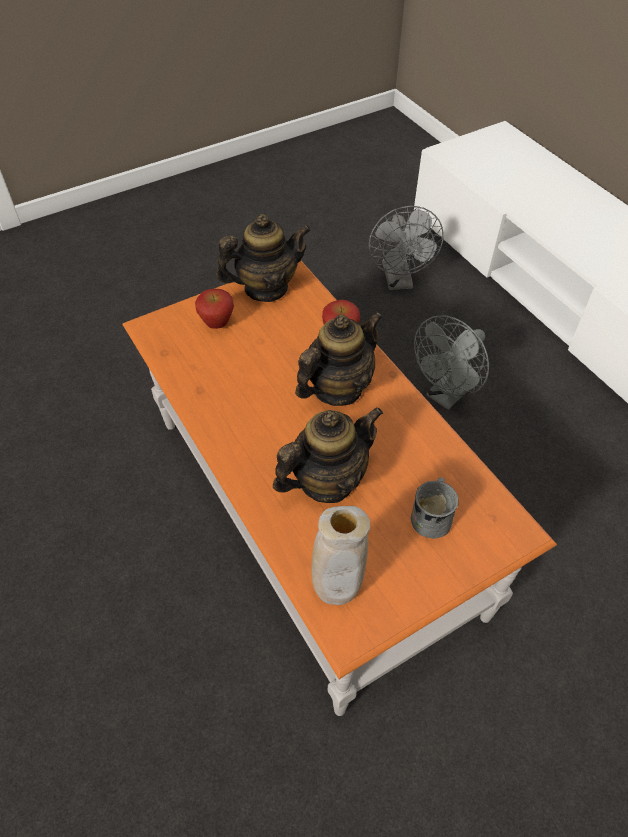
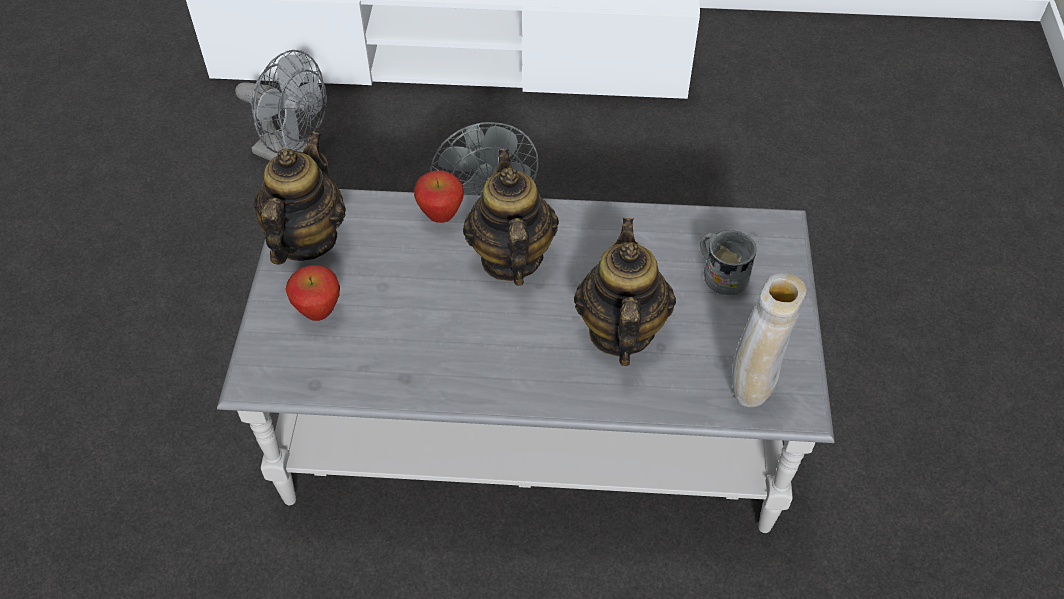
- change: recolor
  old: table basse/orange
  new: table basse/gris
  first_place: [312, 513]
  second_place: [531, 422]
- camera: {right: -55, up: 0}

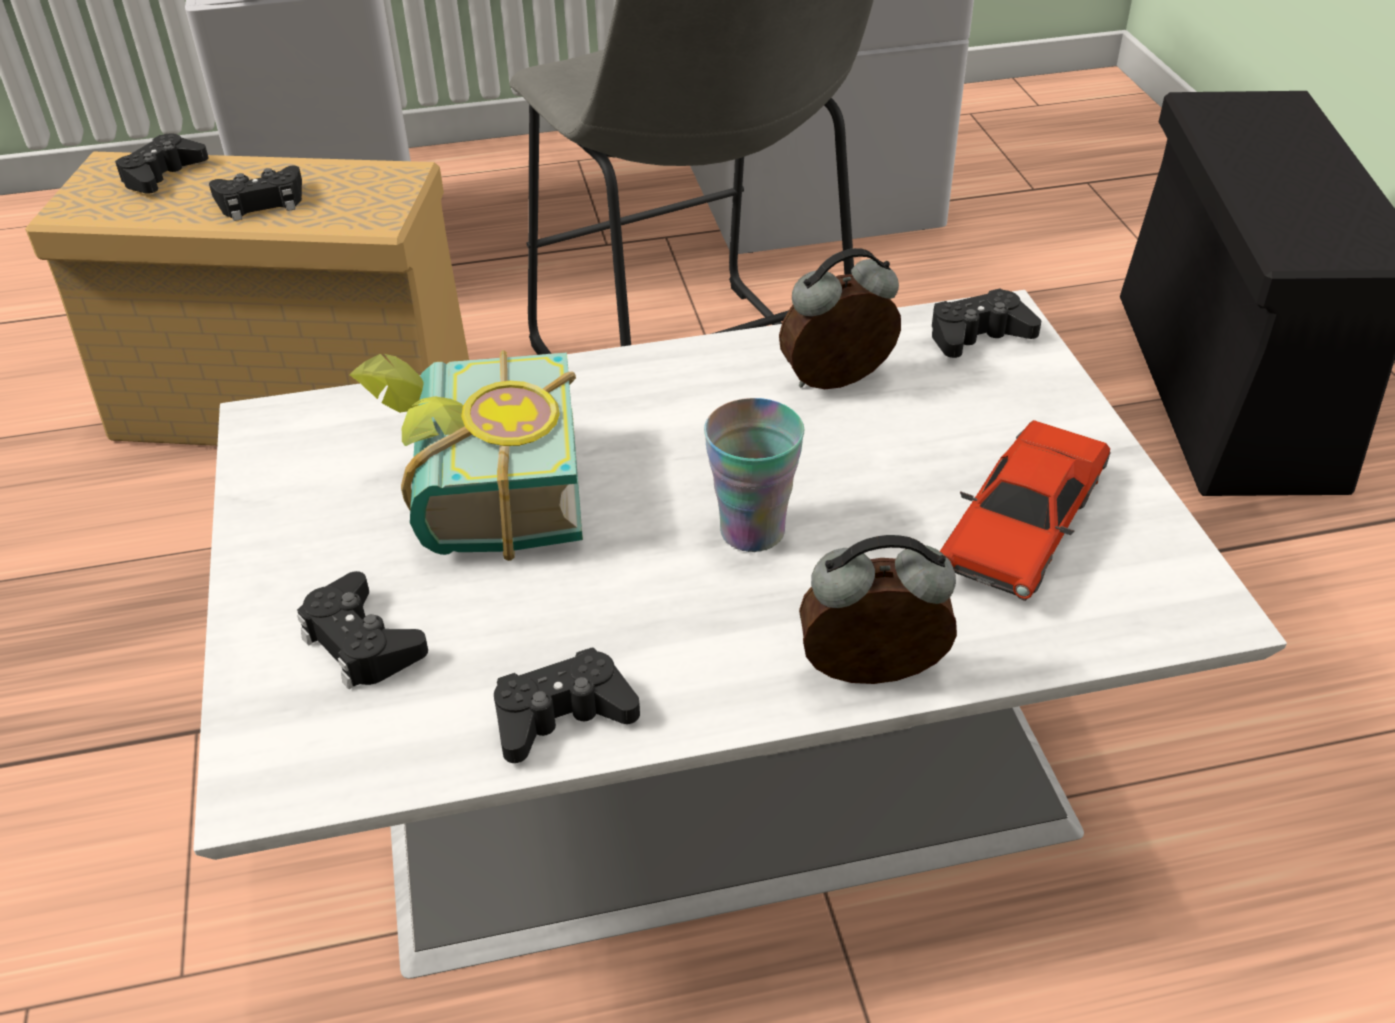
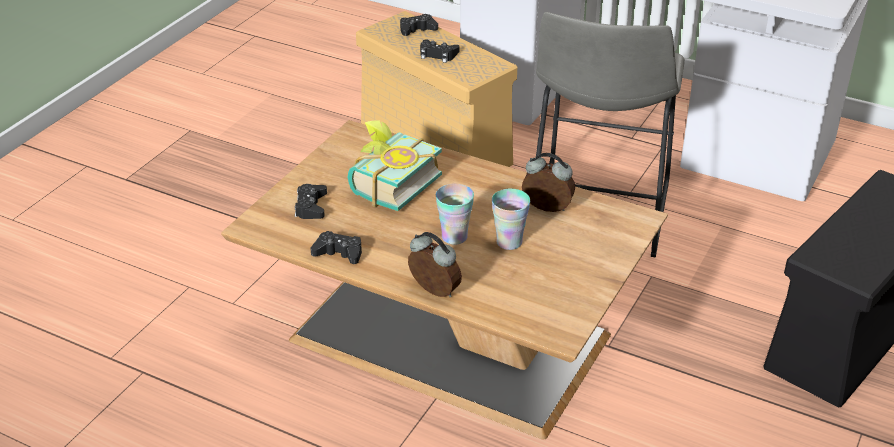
- change: recolor
  old: table basse/blanc
  new: table basse/marron
  first_place: [698, 751]
  second_place: [444, 335]
- change: insert
  new: tasse
  second_place: [509, 242]
- change: delete
  old: manette/noir
  first_place: [978, 335]
- change: delete
  old: petite voiture/rouge
  first_place: [1023, 527]
- camera: {right: 40, up: -5}

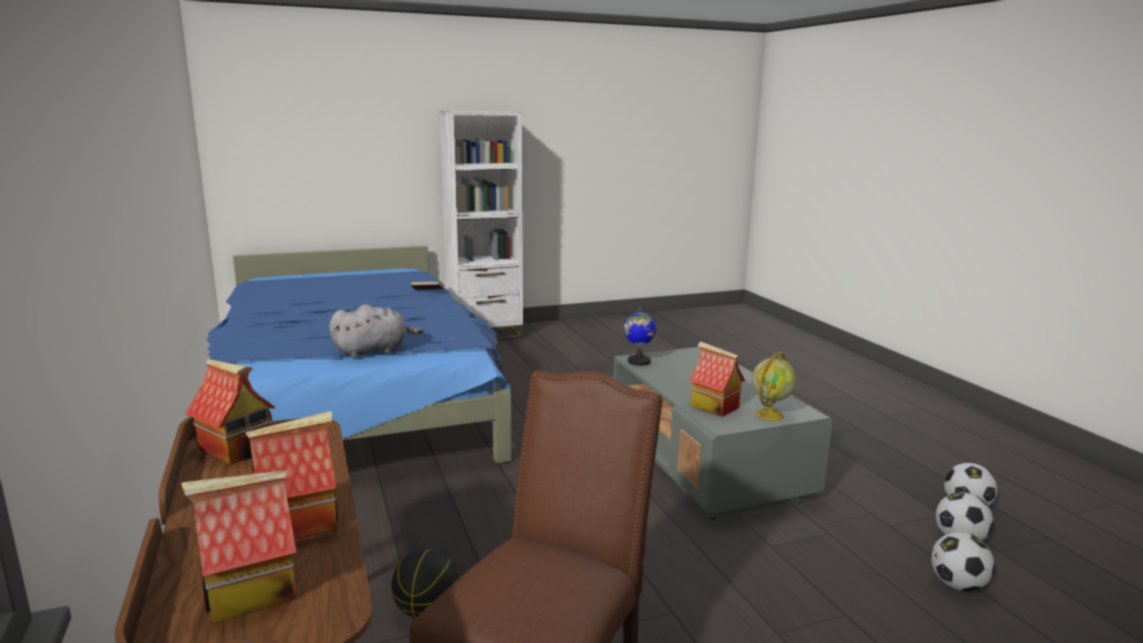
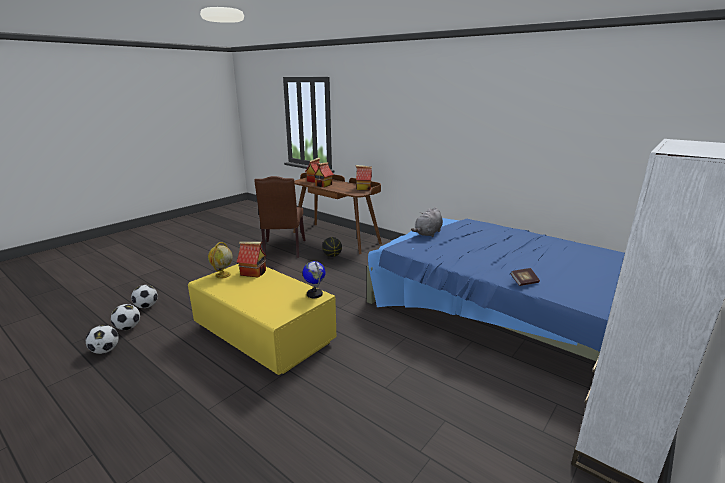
- change: recolor
  old: table basse/gris
  new: table basse/jaune
  first_place: [706, 462]
  second_place: [264, 335]
- camera: {right: 150, up: 5}

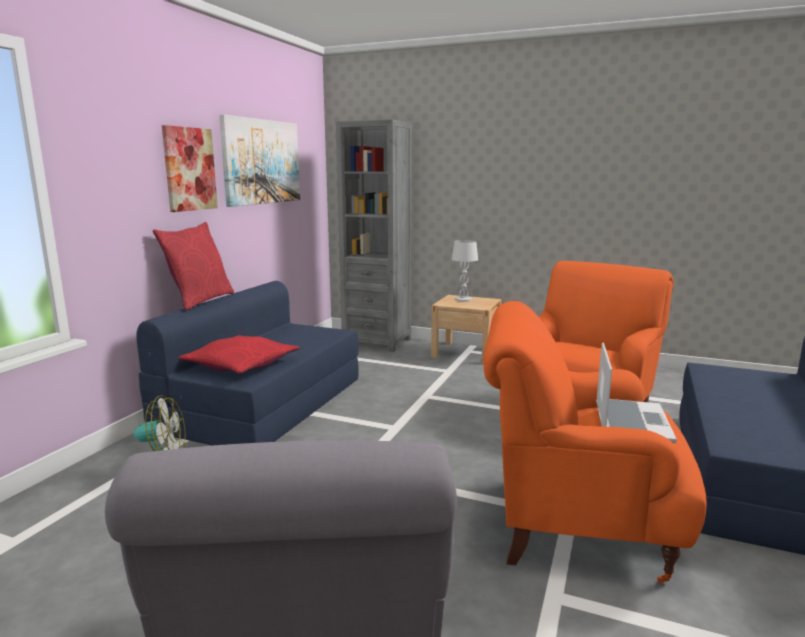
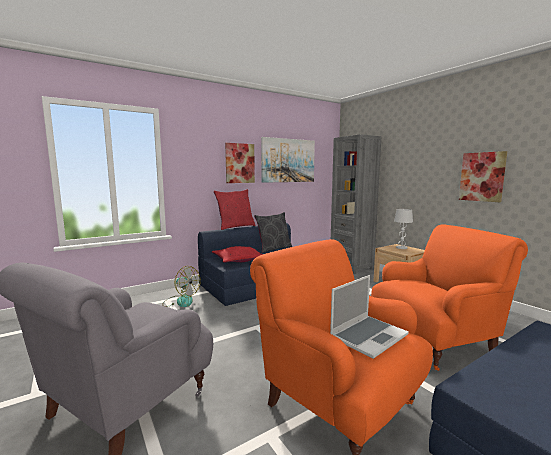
- change: insert
  new: coussin/gris
  second_place: [273, 249]
- change: insert
  new: tableau
  second_place: [482, 176]
- camera: {right: 35, up: -5}

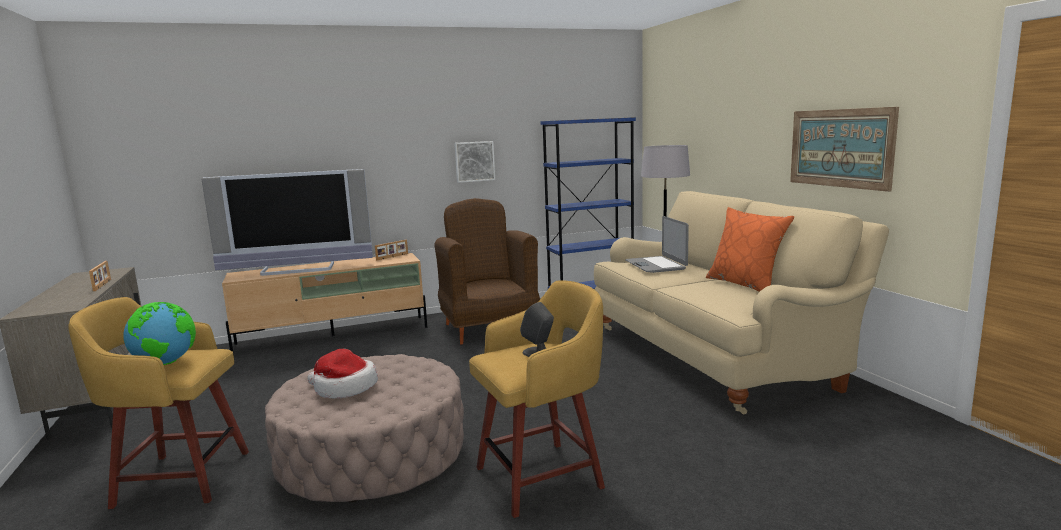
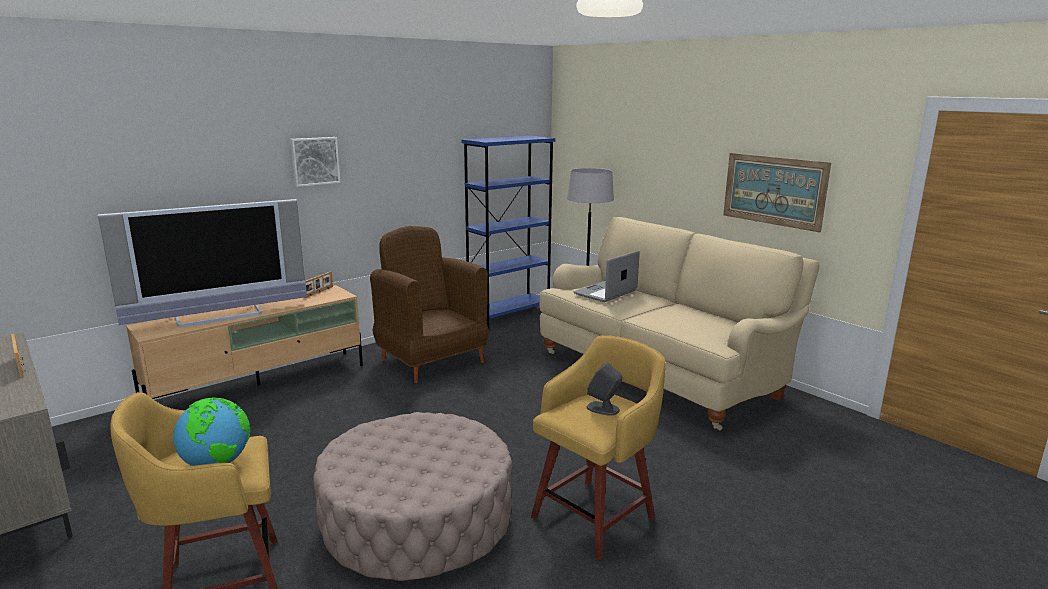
- change: move
  old: tableau
  first_place: [474, 161]
  second_place: [314, 161]
- change: rotate
  old: ordinateur portable
  first_place: [656, 265]
  second_place: [606, 293]
  degrees: 75
- change: delete
  old: chapeau
  first_place: [344, 388]
- change: delete
  old: coussin/orange
  first_place: [745, 284]
- camera: {right: -20, up: 5}

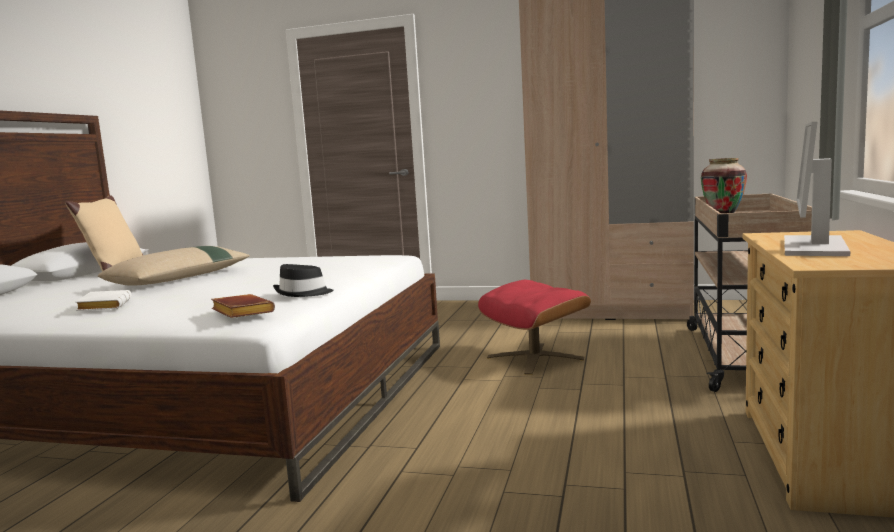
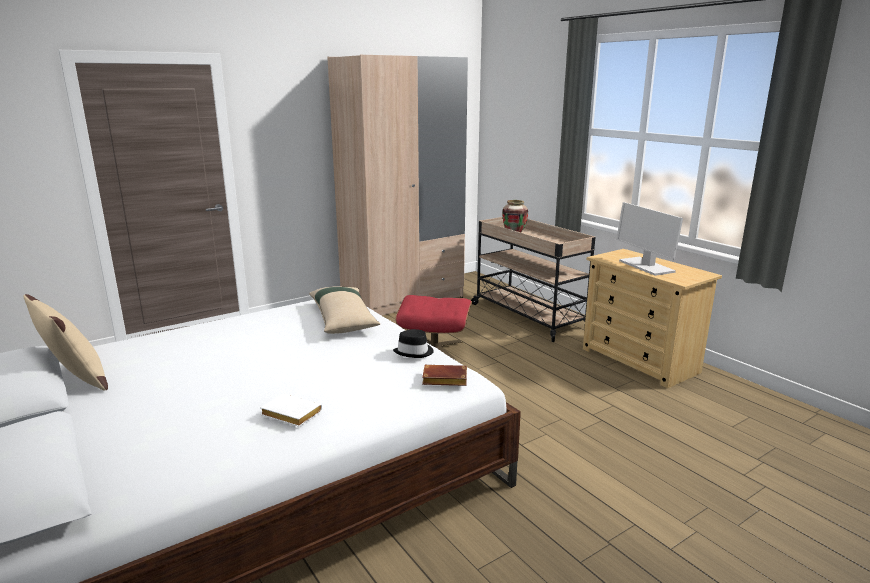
- change: move
  old: coussin/beige
  first_place: [180, 279]
  second_place: [343, 318]
- camera: {right: -50, up: 10}

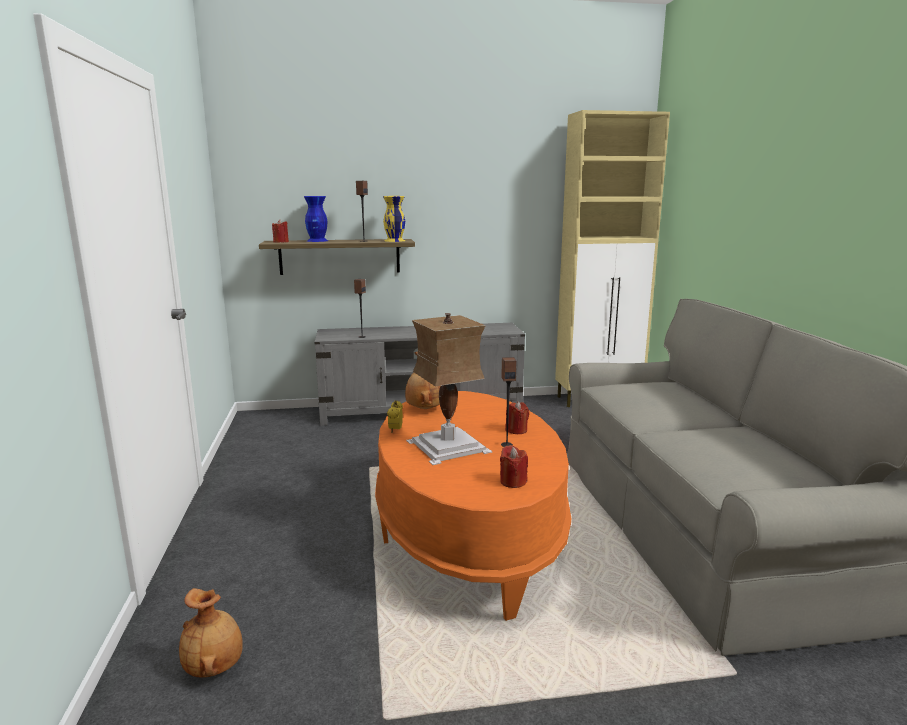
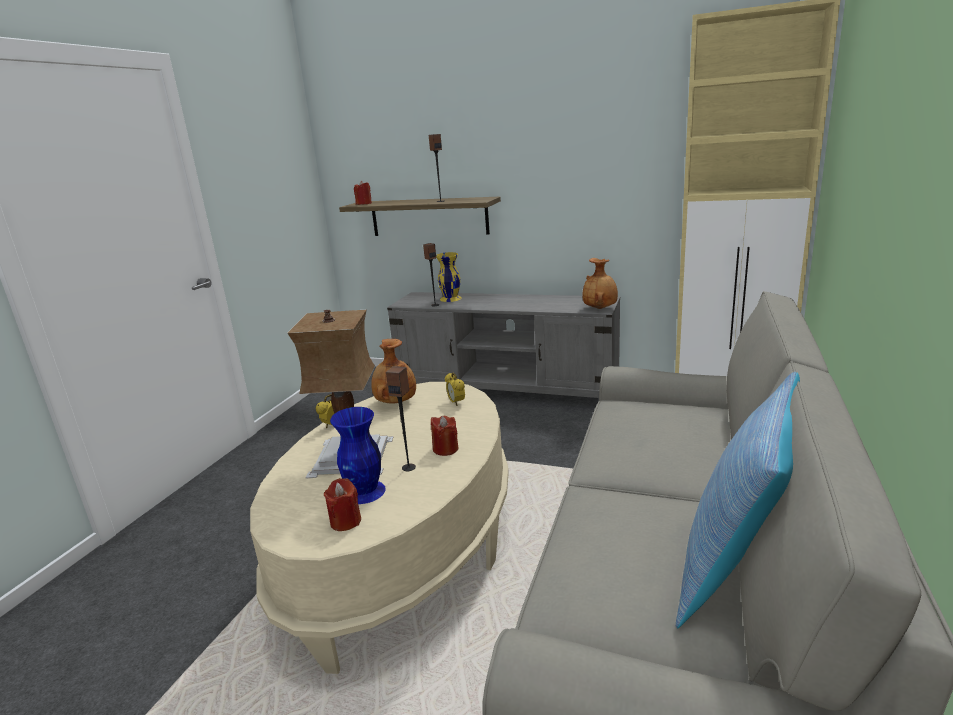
- change: recolor
  old: table basse/orange
  new: table basse/beige
  first_place: [468, 533]
  second_place: [403, 550]
- change: move
  old: vase/bleu
  first_place: [317, 241]
  second_place: [364, 492]
- change: move
  old: vase/jaune
  first_place: [394, 240]
  second_place: [450, 298]
- change: insert
  new: réveil
  second_place: [456, 403]
- change: move
  old: vase/marron
  first_place: [215, 667]
  second_place: [600, 308]
- change: insert
  new: coussin
  second_place: [734, 570]
- camera: {right: 30, up: 5}

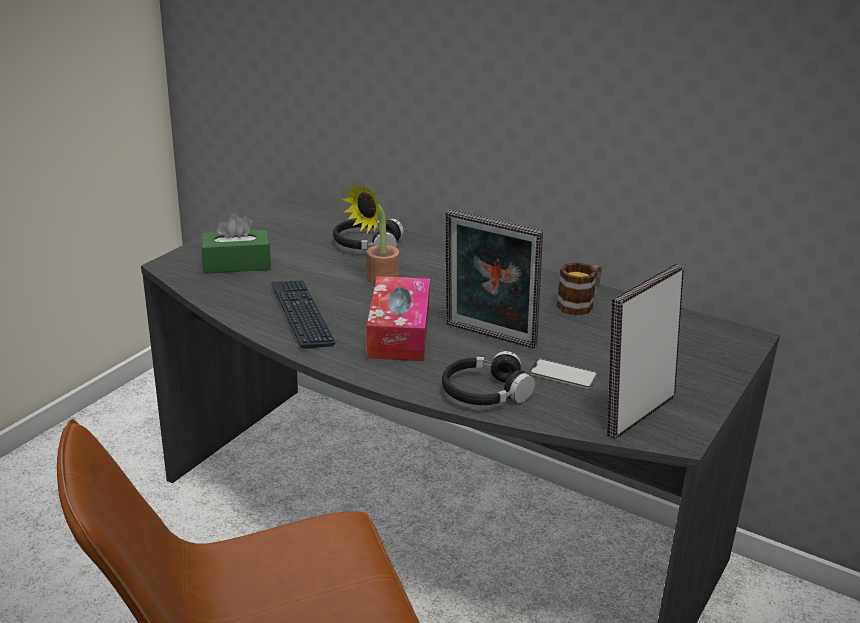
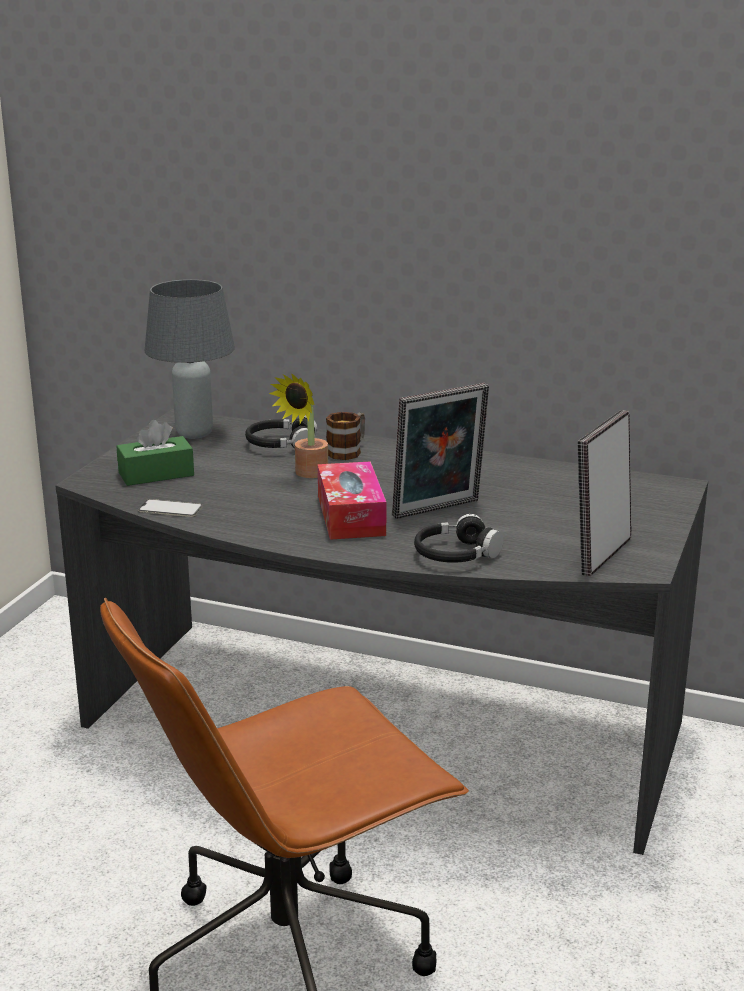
- change: move
  old: téléphone
  first_place: [563, 374]
  second_place: [170, 509]
- change: insert
  new: lampe de table/gris
  second_place: [195, 434]
- change: move
  old: mug
  first_place: [580, 304]
  second_place: [348, 451]
- change: rotate
  old: cadre photo
  first_place: [488, 337]
  second_place: [438, 510]
  degrees: -45
- change: delete
  old: clavier
  first_place: [301, 314]
- camera: {right: -10, up: -5}

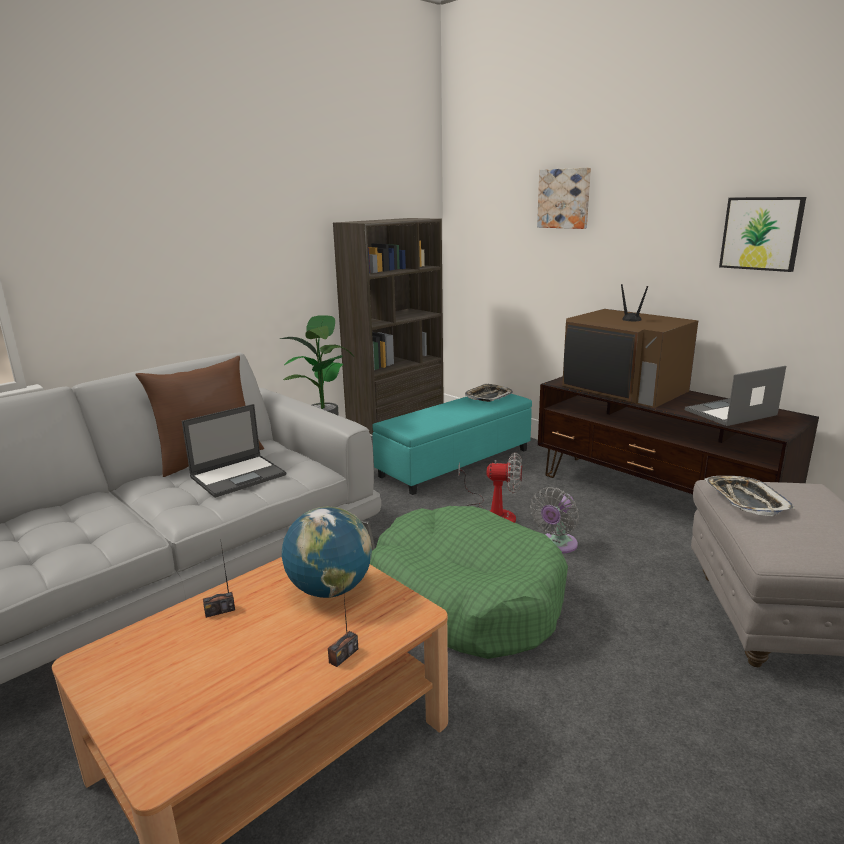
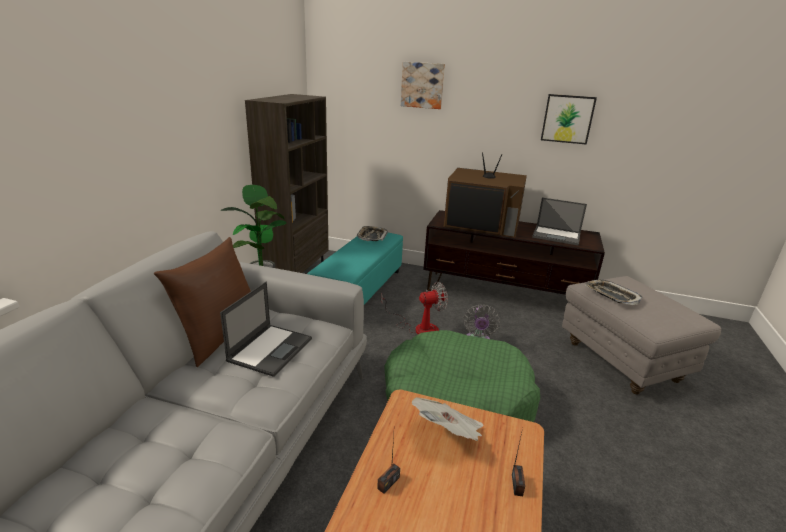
- change: replace
  old: globe
  new: journal
  first_place: [330, 589]
  second_place: [448, 433]
- change: rotate
  old: ordinateur portable
  first_place: [730, 413]
  second_place: [557, 235]
  degrees: -105
- camera: {right: -30, up: 5}

